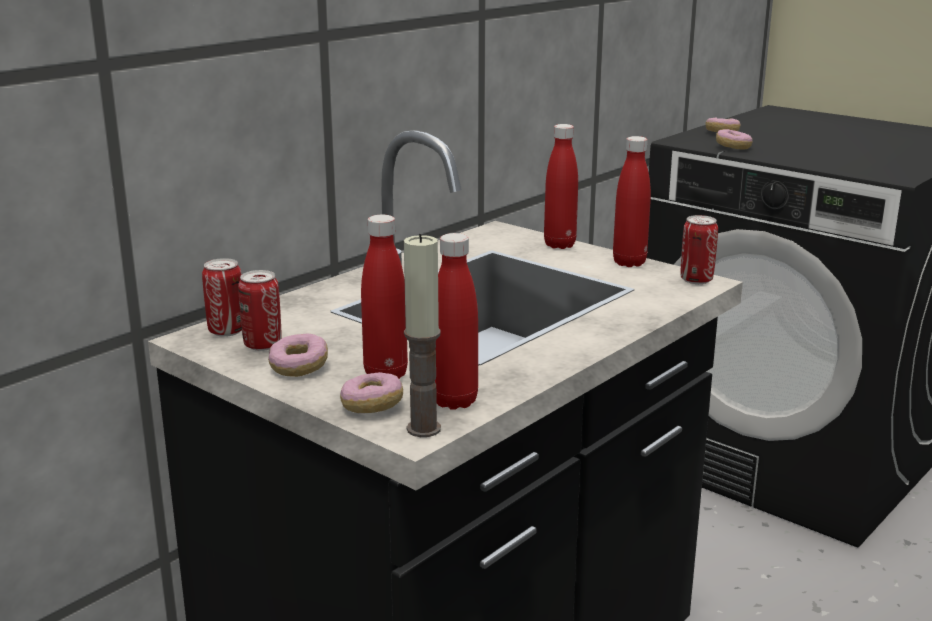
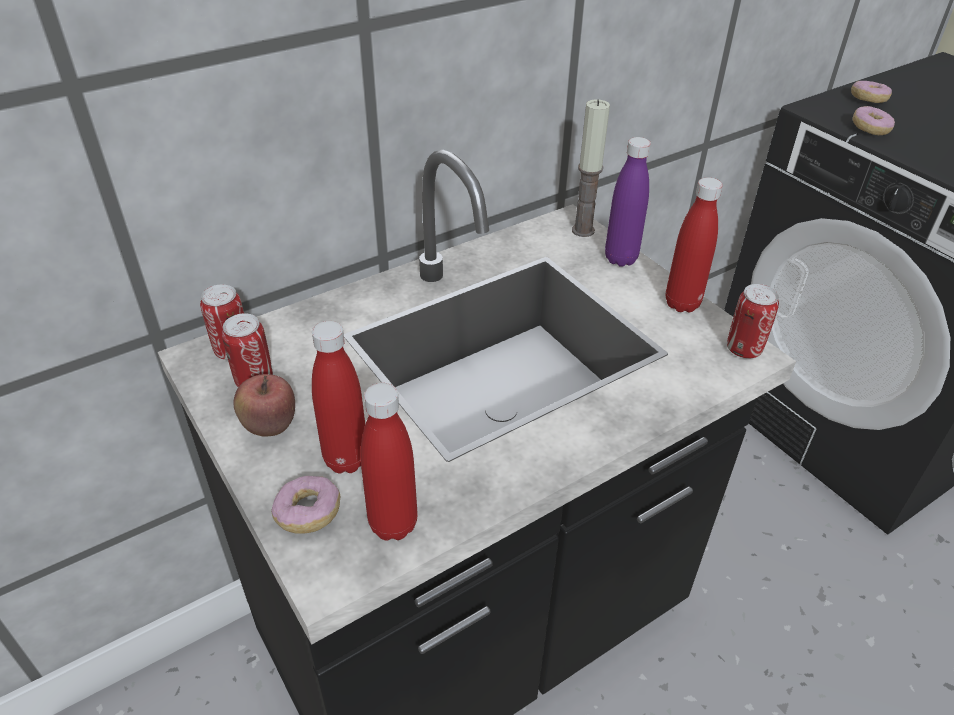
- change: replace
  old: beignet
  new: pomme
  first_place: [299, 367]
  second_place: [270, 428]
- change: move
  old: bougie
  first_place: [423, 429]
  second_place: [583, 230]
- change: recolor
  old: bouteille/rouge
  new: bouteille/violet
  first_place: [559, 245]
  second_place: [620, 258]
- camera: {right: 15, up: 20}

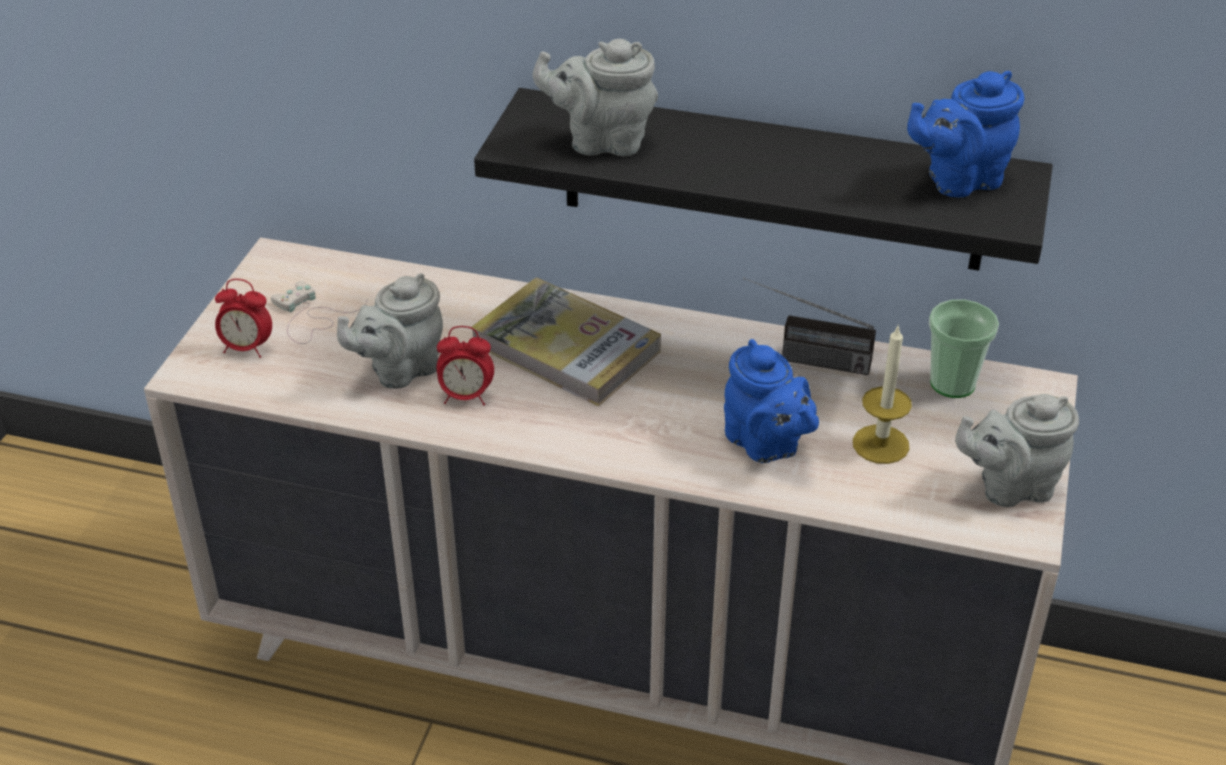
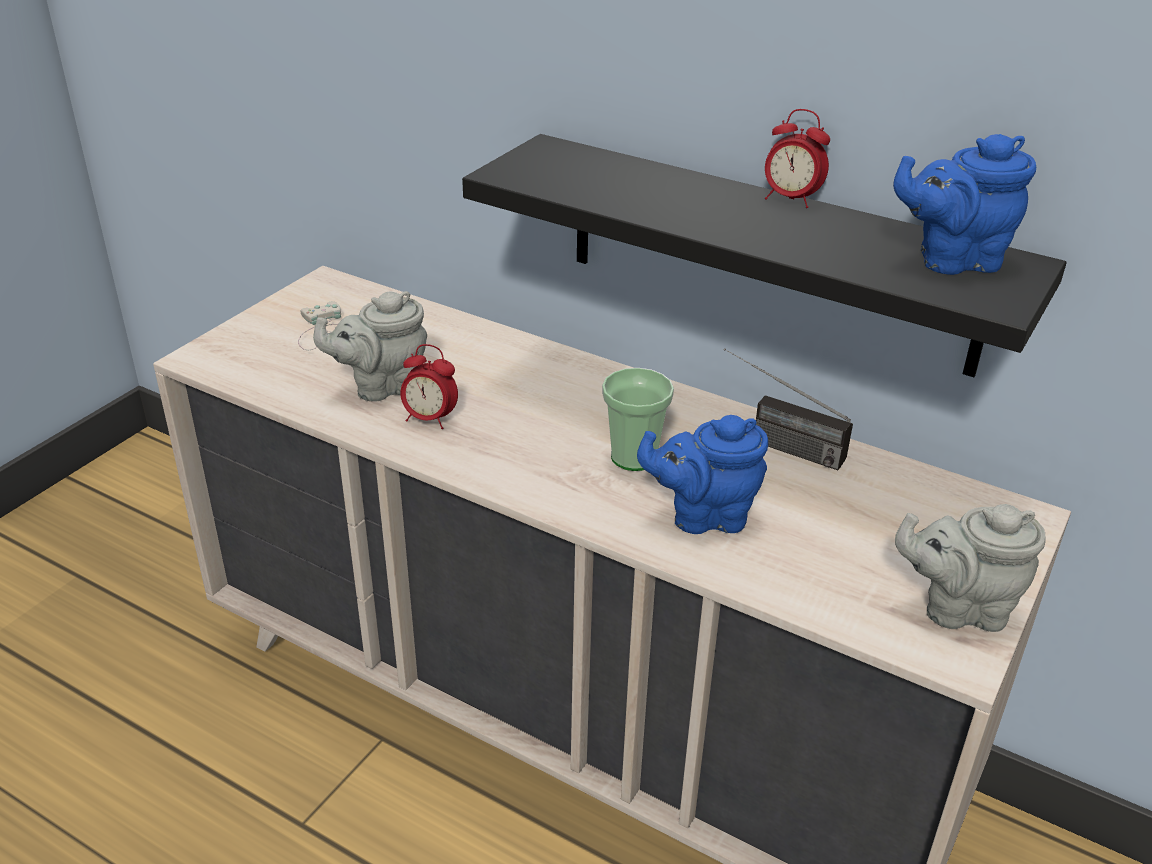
- change: move
  old: tasse
  first_place: [952, 383]
  second_place: [634, 457]
- change: rotate
  old: théière/bleu
  first_place: [765, 445]
  second_place: [703, 515]
  degrees: 105
- change: move
  old: réveil
  first_place: [247, 348]
  second_place: [790, 200]
- change: delete
  old: livre
  first_place: [566, 347]
- change: delete
  old: théière/gris
  first_place: [602, 141]
- change: delete
  old: bougie
  first_place: [880, 444]
- camera: {right: 15, up: -5}

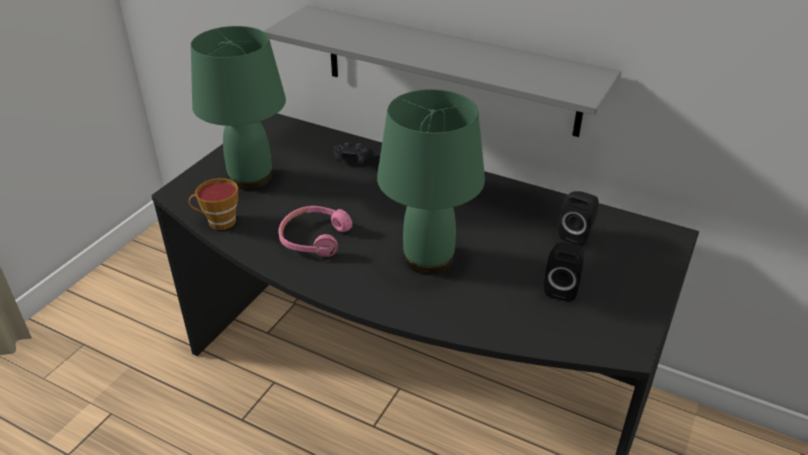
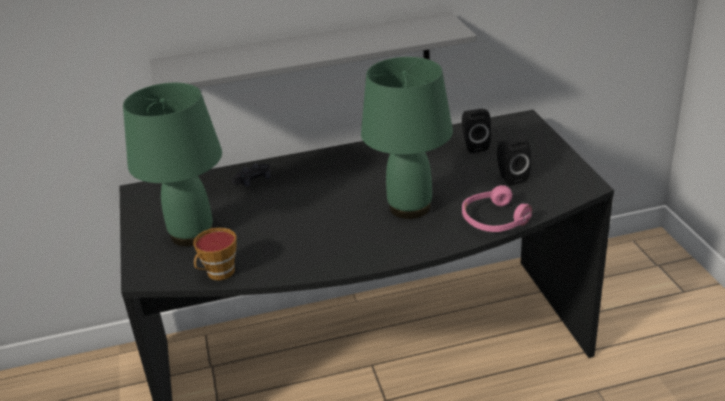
- change: move
  old: casque audio/rose
  first_place: [314, 238]
  second_place: [494, 219]
- camera: {right: -40, up: -5}

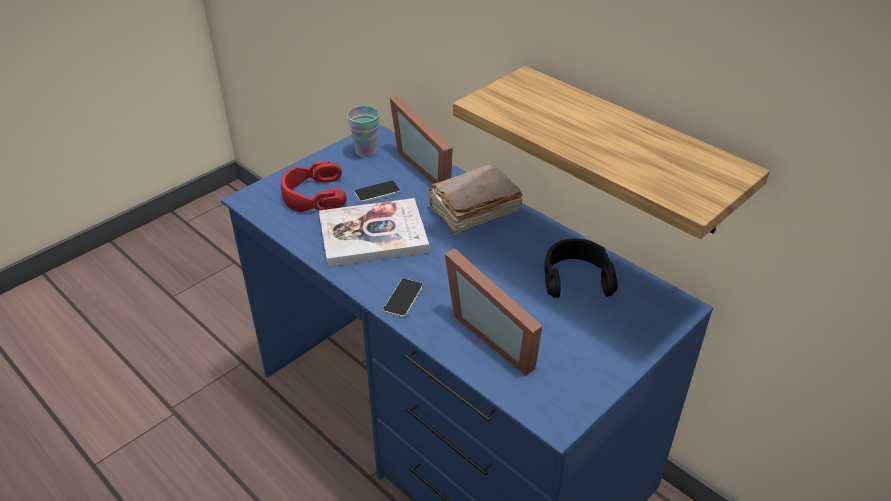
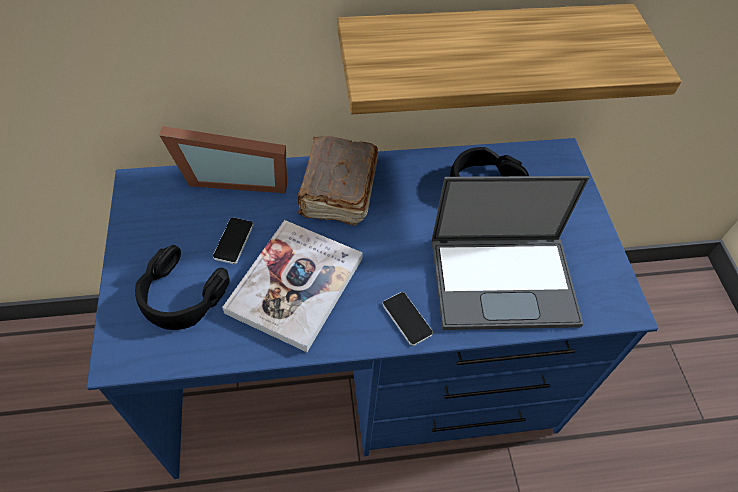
- change: recolor
  old: casque audio/rouge
  new: casque audio/noir
  first_place: [313, 196]
  second_place: [180, 296]
- change: replace
  old: cadre photo
  new: ordinateur portable
  first_place: [497, 333]
  second_place: [504, 280]
- change: delete
  old: tasse
  first_place: [366, 151]
- camera: {right: -55, up: 15}

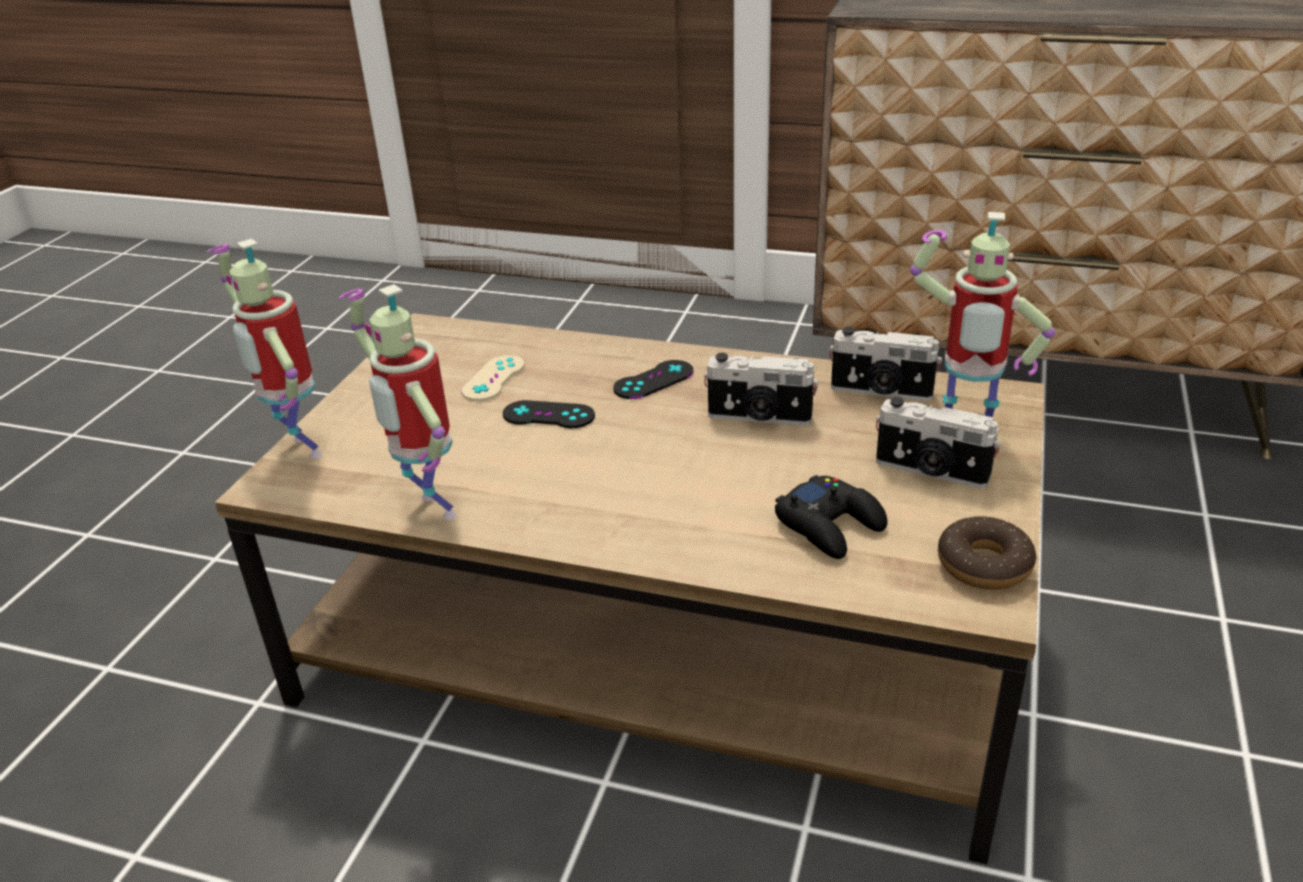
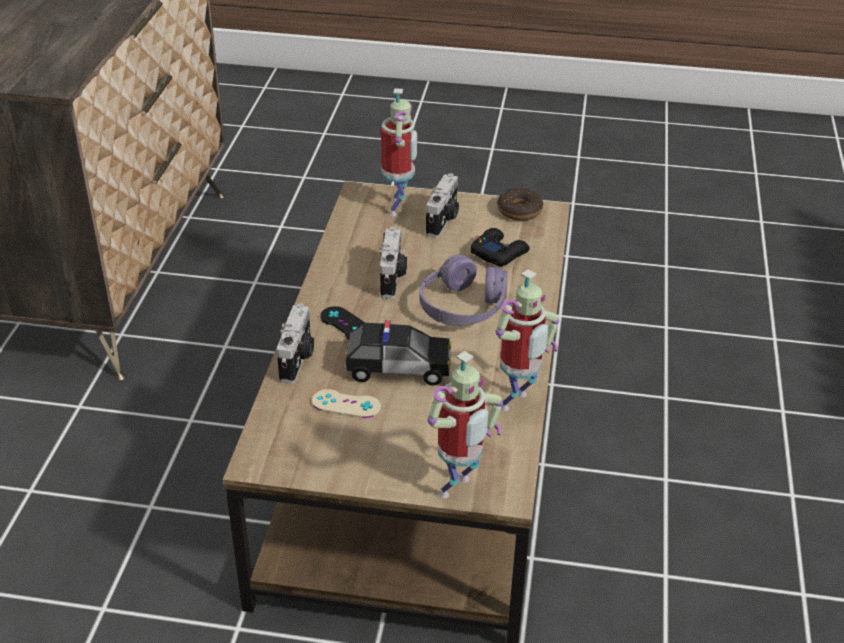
- change: move
  old: appareil photo
  first_place: [881, 392]
  second_place: [298, 359]
- change: replace
  old: manette/noir
  new: petite voiture
  first_place: [548, 415]
  second_place: [397, 368]
- change: insert
  new: casque audio/violet
  second_place: [462, 307]
- camera: {right: -100, up: 5}

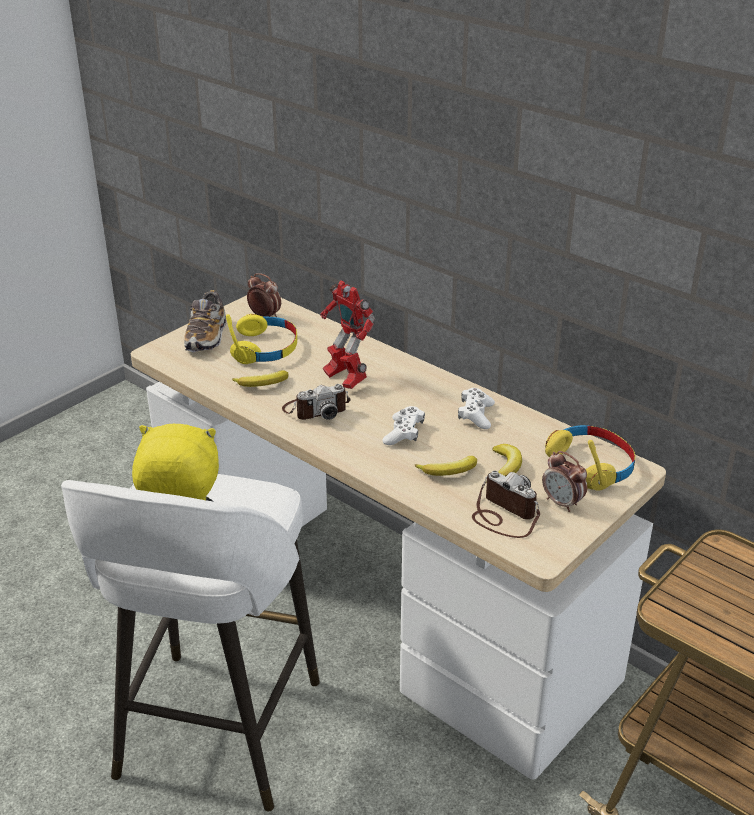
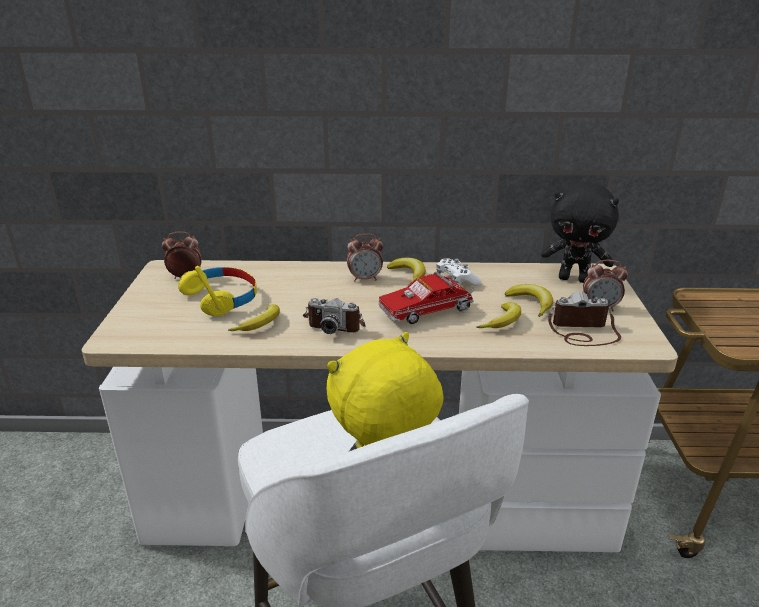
- change: rotate
  old: appareil photo
  first_place: [316, 409]
  second_place: [335, 323]
  degrees: 75
- change: insert
  new: réveil
  second_place: [365, 279]
- change: replace
  old: manette/blanc
  new: camion jouet
  first_place: [404, 433]
  second_place: [429, 311]
- change: insert
  new: banane
  second_place: [408, 275]
- change: replace
  old: casque audio/jaune
  new: peluche/noir
  first_place: [591, 465]
  second_place: [574, 279]
- change: delete
  old: chaussure
  first_place: [206, 337]
- change: delete
  old: robot jouet
  first_place: [345, 379]
- camera: {right: -40, up: -5}

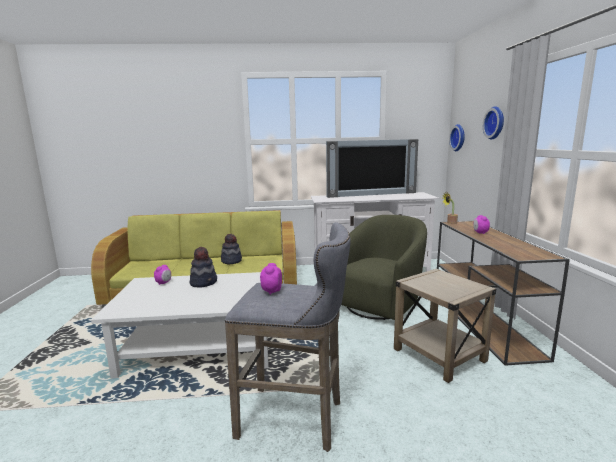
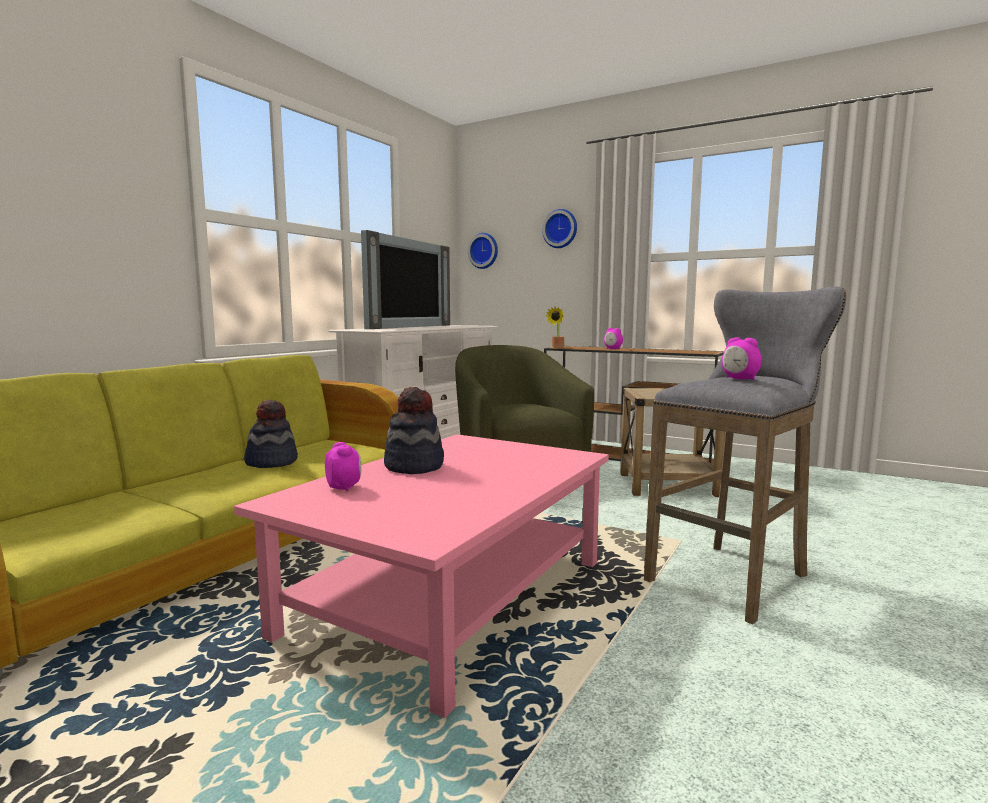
- change: recolor
  old: table basse/blanc
  new: table basse/rose
  first_place: [201, 346]
  second_place: [450, 597]
- camera: {right: -55, up: -5}

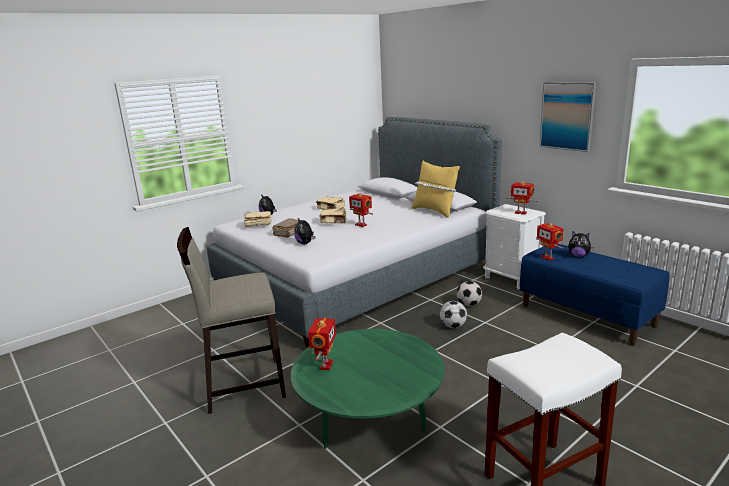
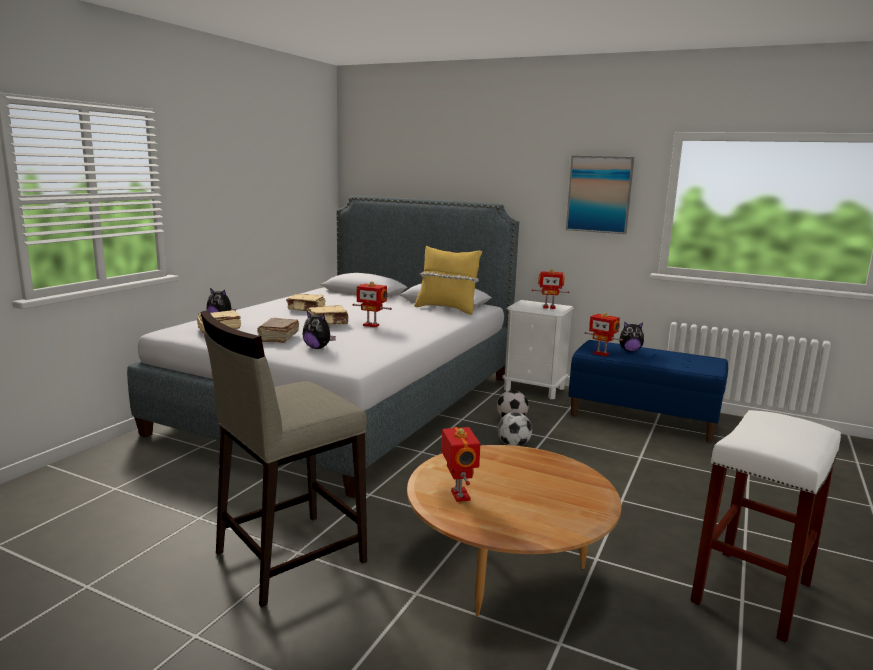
- change: recolor
  old: table basse/vert
  new: table basse/marron
  first_place: [370, 421]
  second_place: [507, 569]
- camera: {right: -25, up: -5}

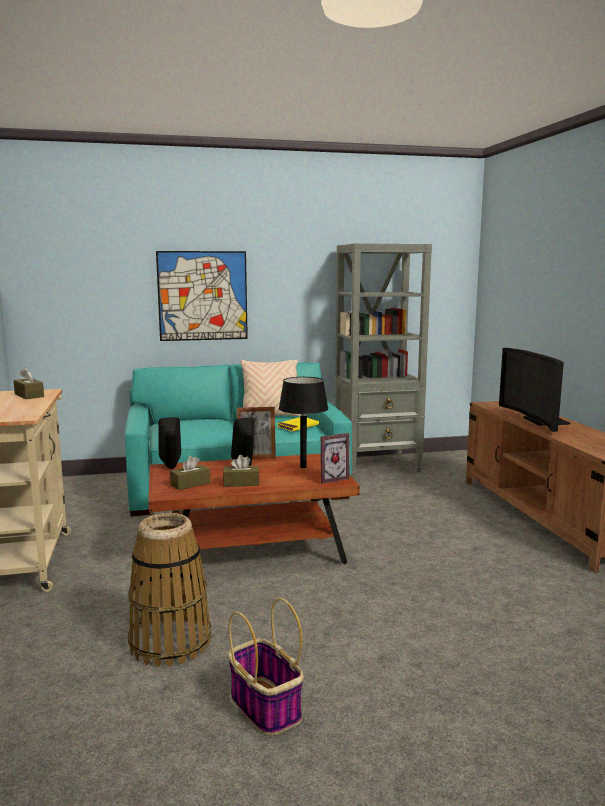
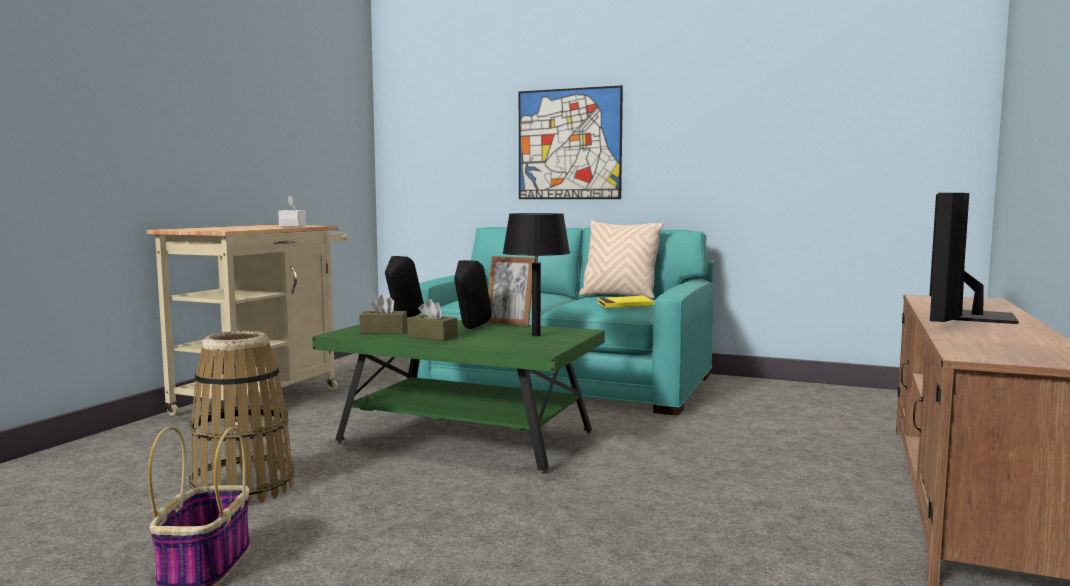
- change: recolor
  old: boîte à mouchoirs/marron
  new: boîte à mouchoirs/blanc
  first_place: [29, 395]
  second_place: [292, 226]
- change: recolor
  old: table basse/marron
  new: table basse/vert
  first_place: [251, 551]
  second_place: [465, 438]
- change: delete
  old: cadre photo
  first_place: [331, 478]
- change: delete
  old: bibliothèque/gris
  first_place: [378, 466]
- camera: {right: 35, up: -5}

